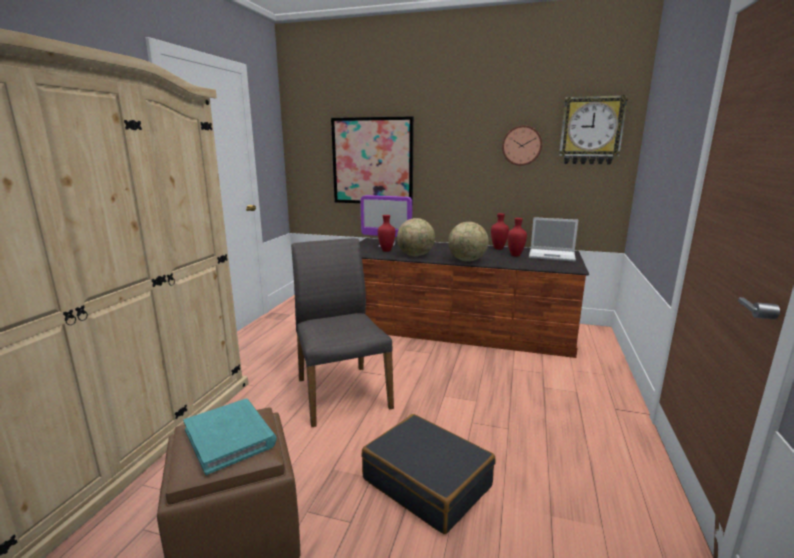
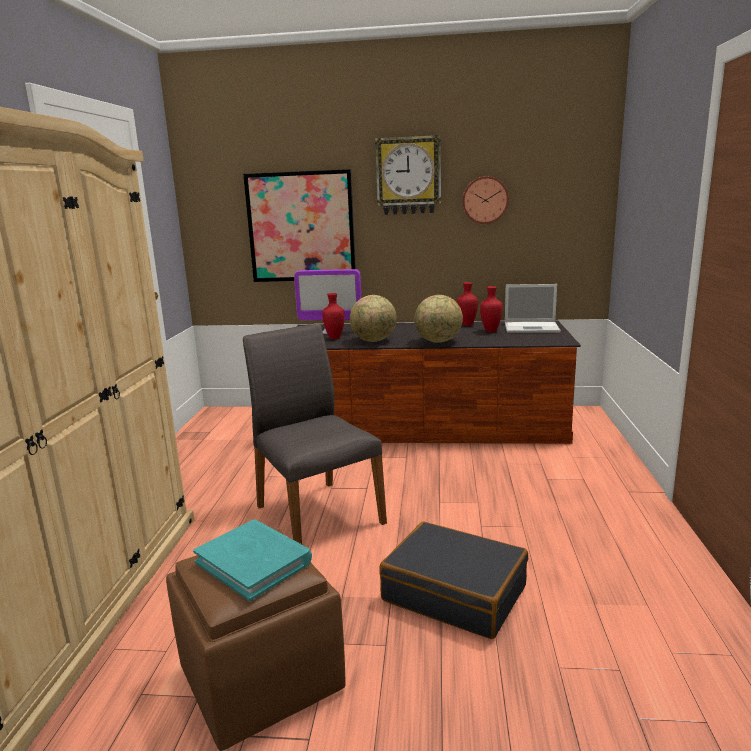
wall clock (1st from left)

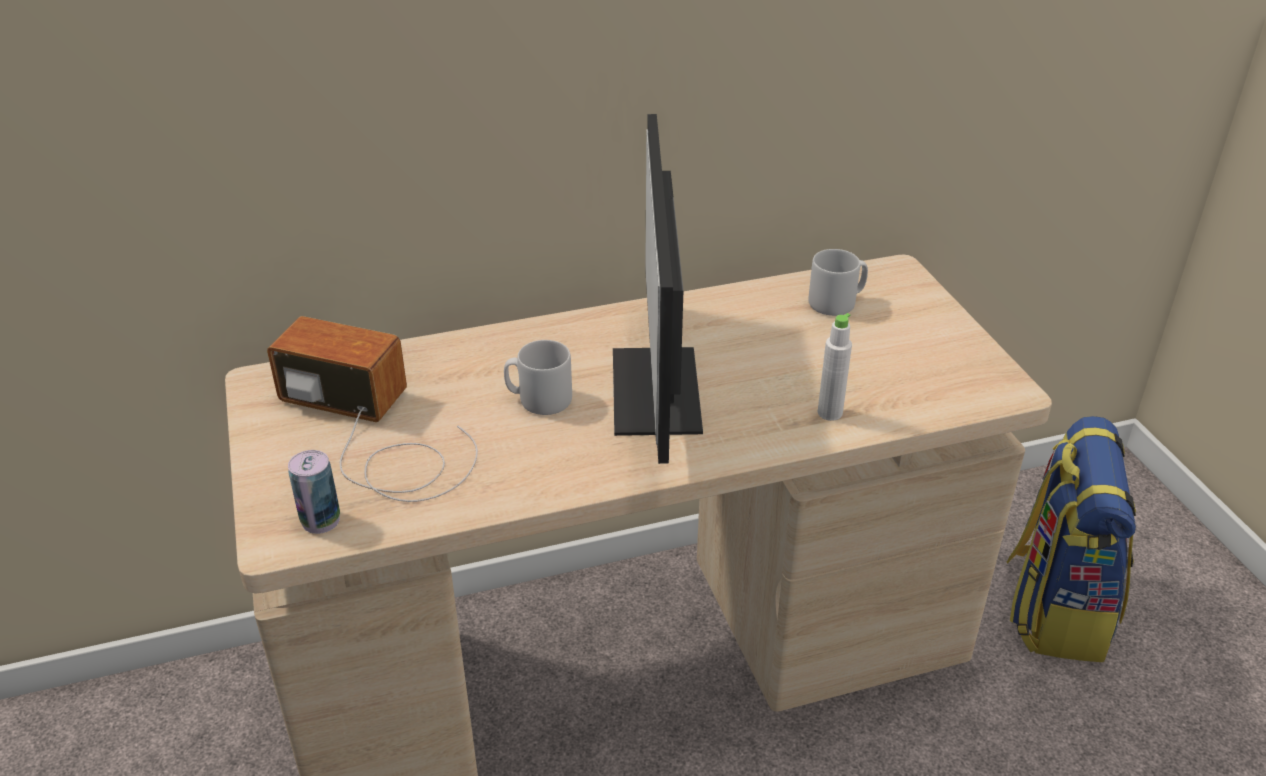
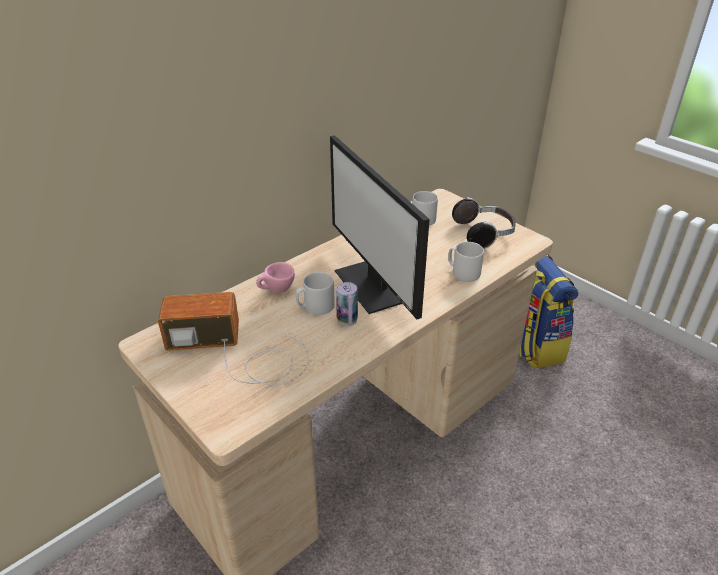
pink-coloured drinking cup
metal can
grey tea mug (3rd from left)
pair of headphones

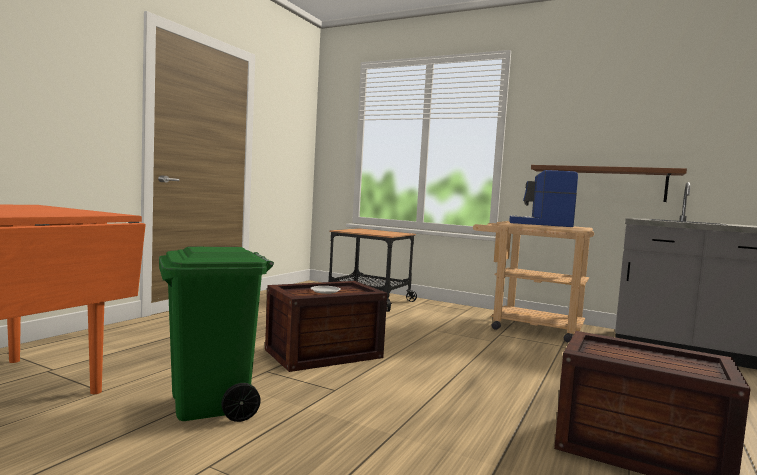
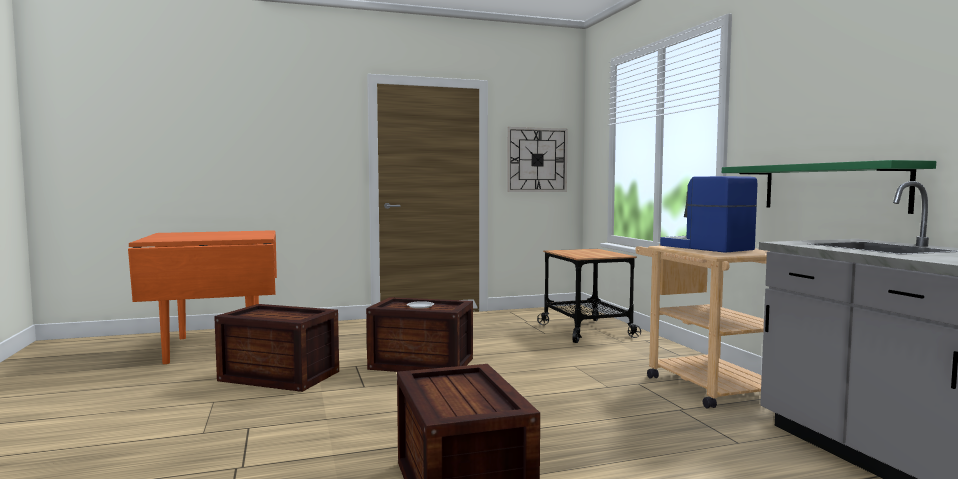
crate (1st from left)
wall clock
green-coloured bracket shelf

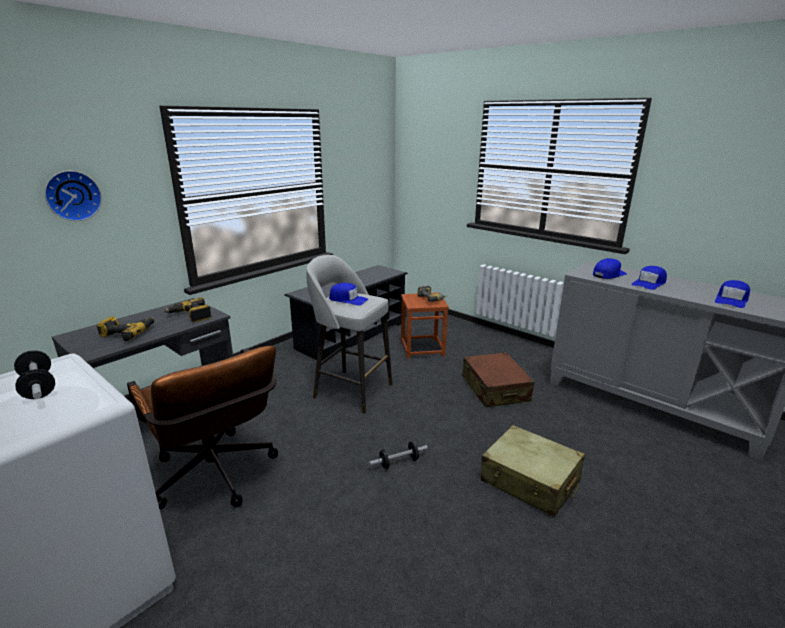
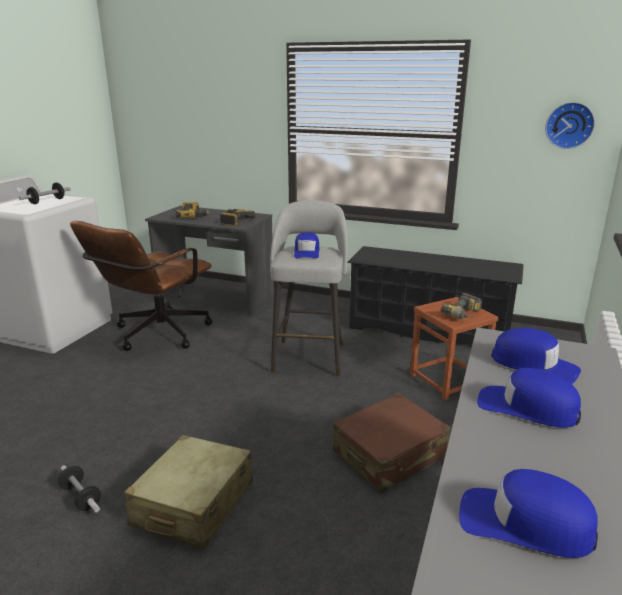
hand weight (2nd from left)
wall clock

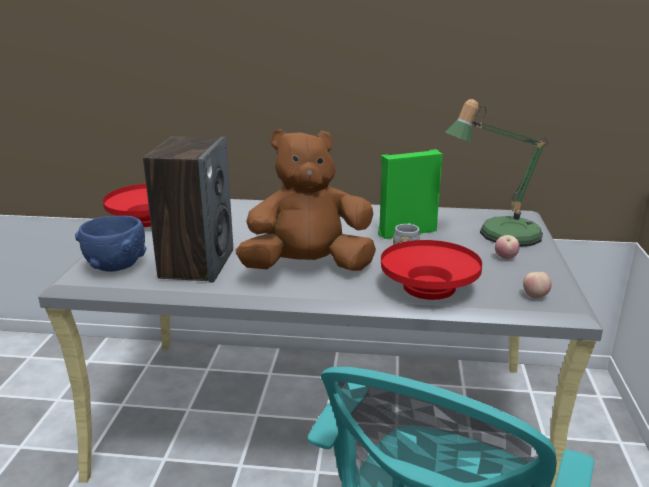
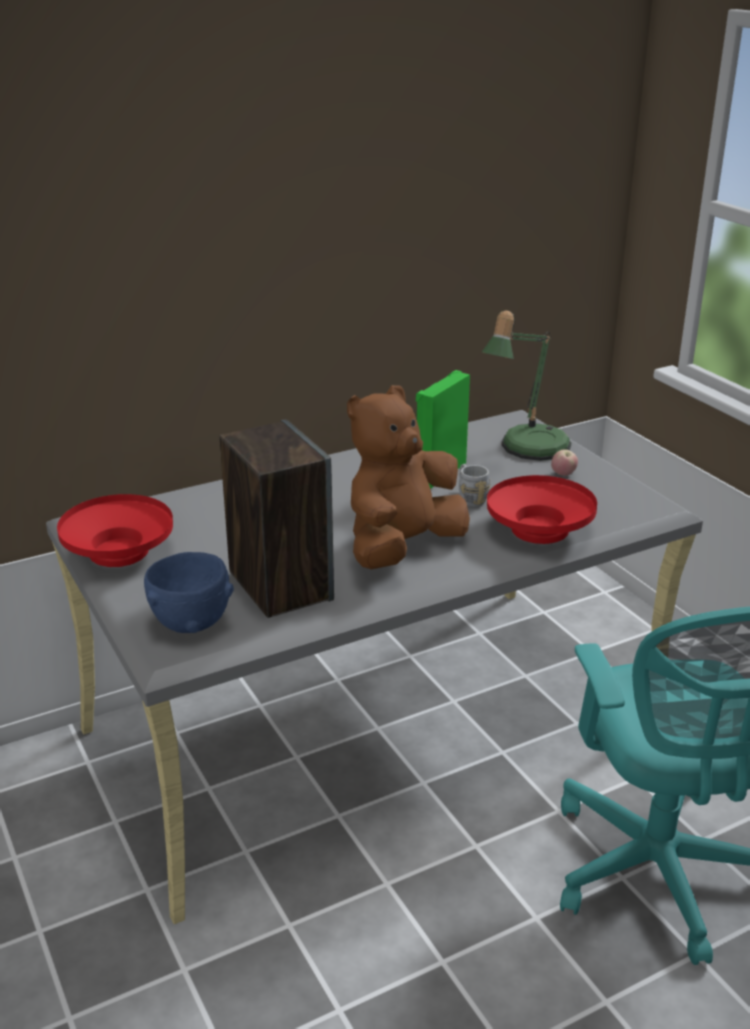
apple fruit (2nd from left in the first image)

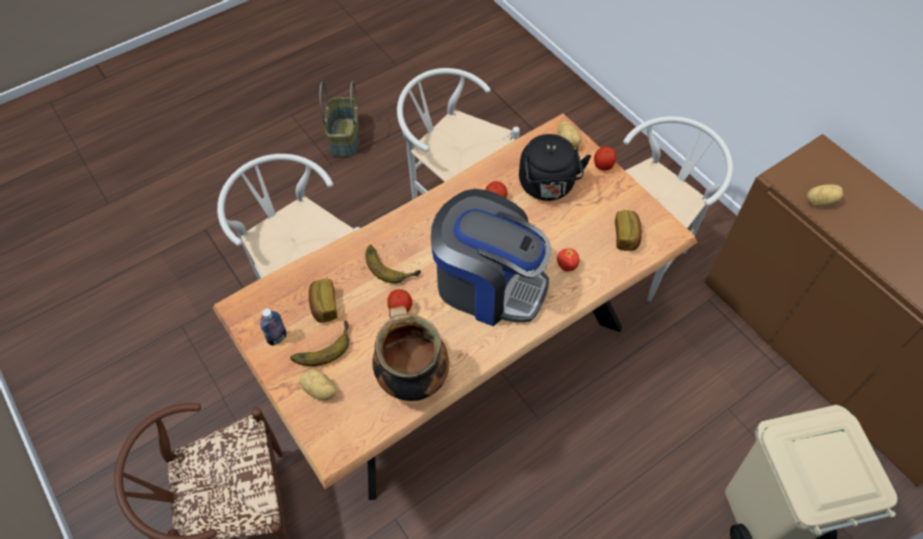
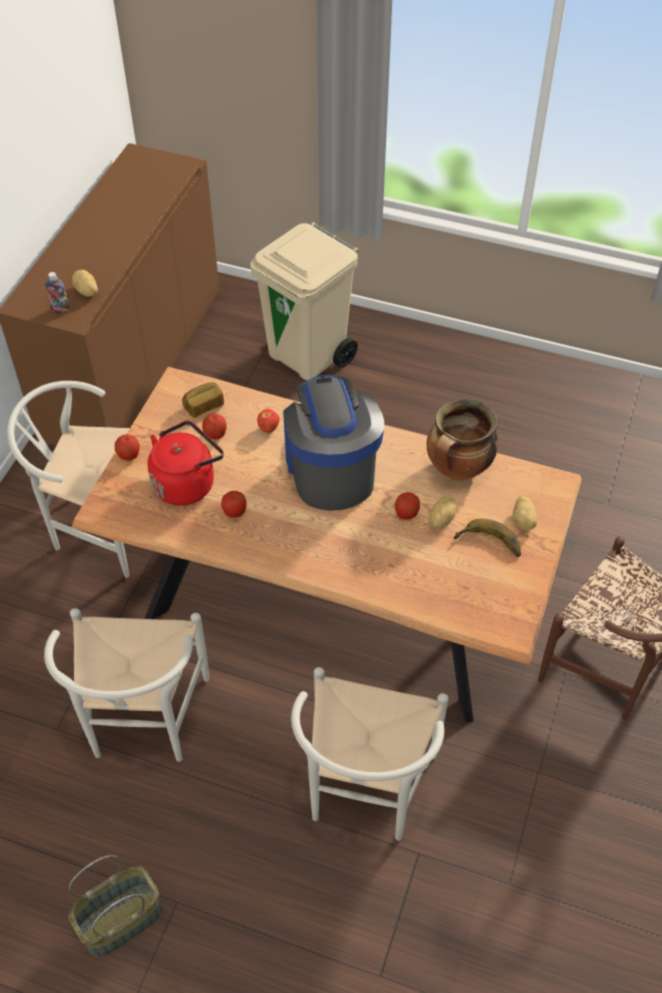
beverage bottle
reddish water kettle
apple fruit (2nd from left)
spud (2nd from left)
bakery bread (1st from left in the first image)
banana fruit (2nd from left in the first image)

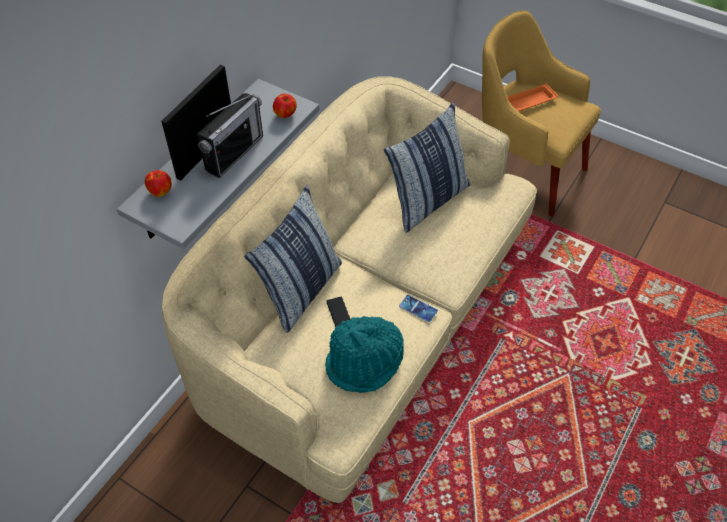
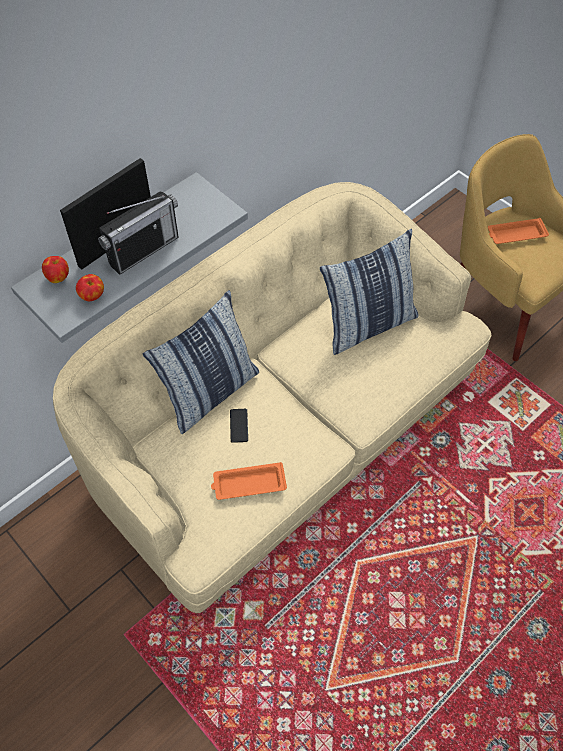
apple fruit (2nd from left)
orangey carrying tray (1st from left)
phone (2nd from left in the first image)

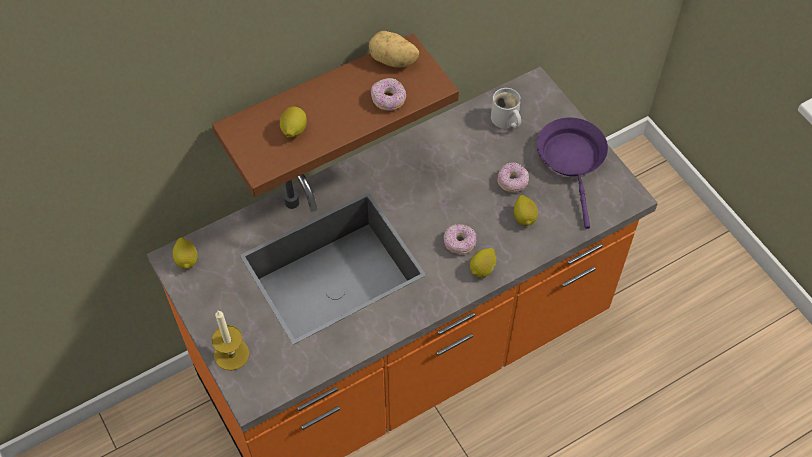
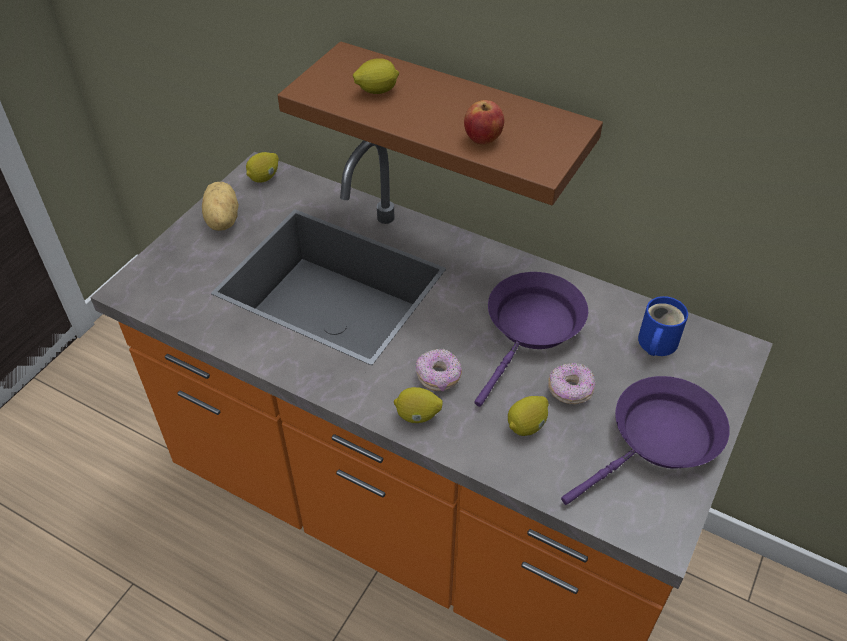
spud
apple fruit
purple pan (1st from left)
blue-coloured tea mug
wax candle

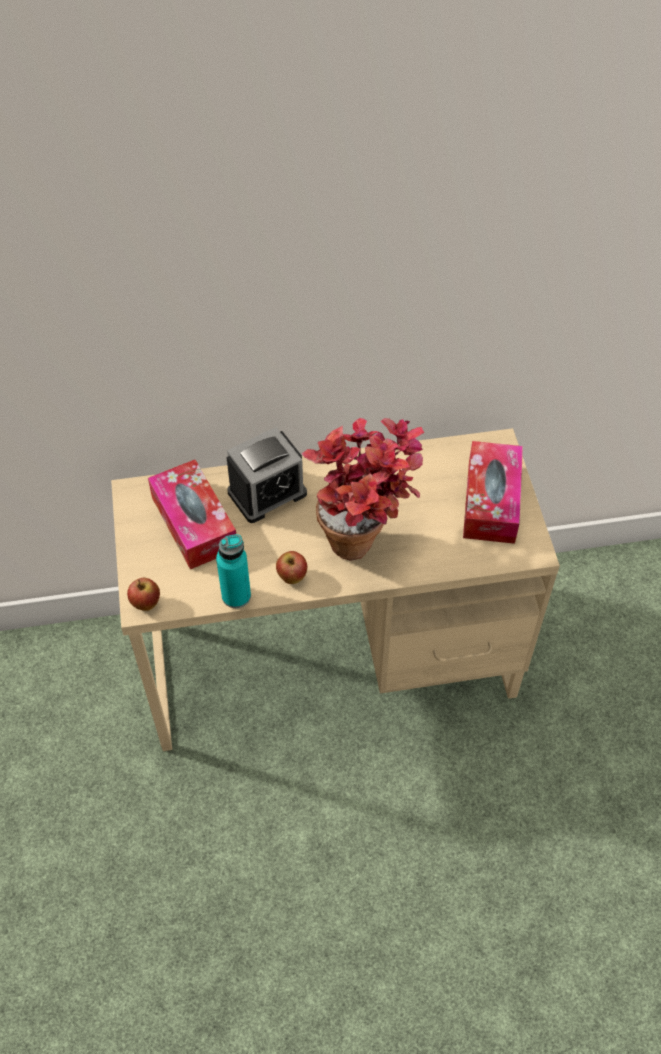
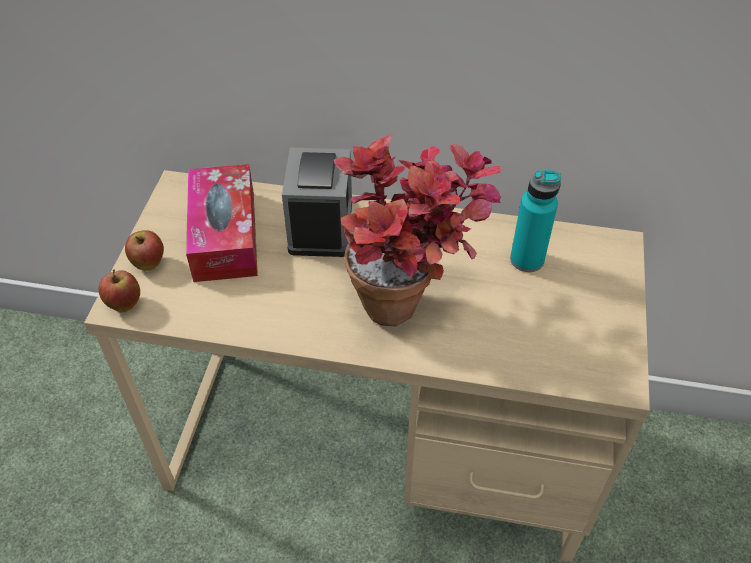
apple fruit (2nd from left)
bedside clock
turquoise-coloured beverage bottle
box of tissues (2nd from left in the first image)

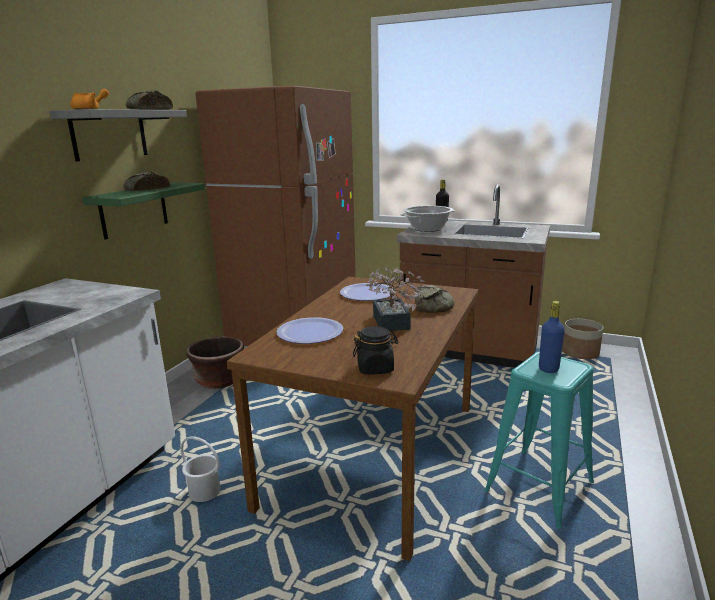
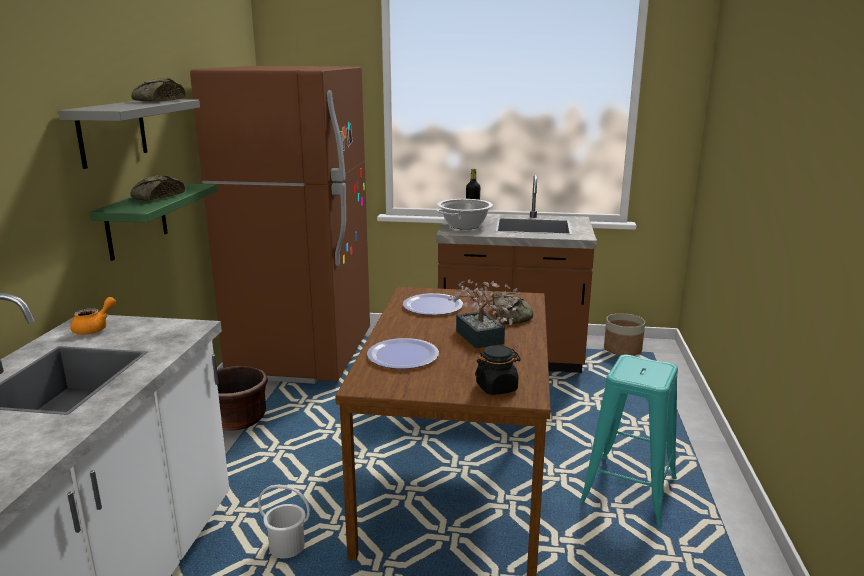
orangey tea pot
blue-coloured beverage bottle

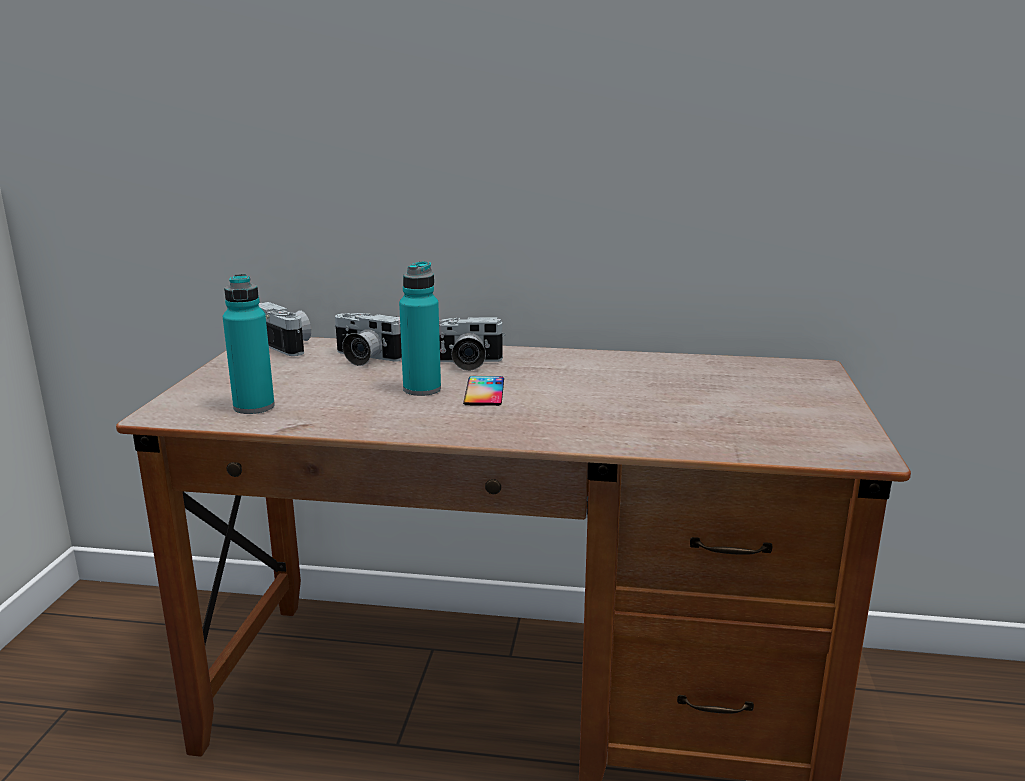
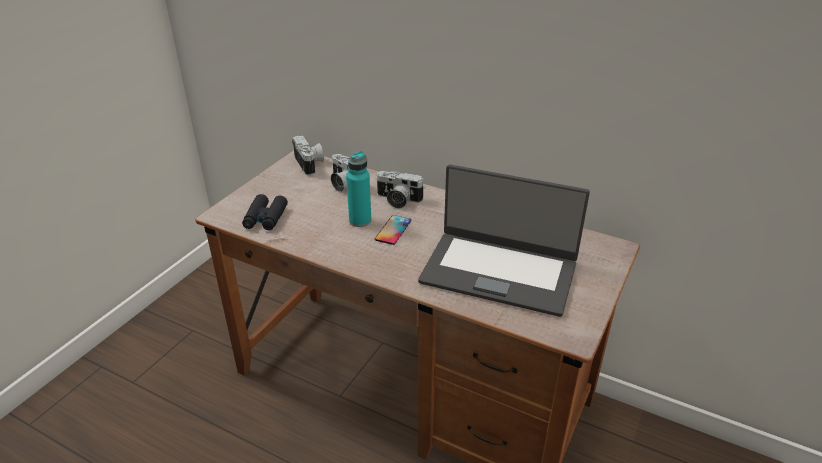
blackish field glasses
laptop

